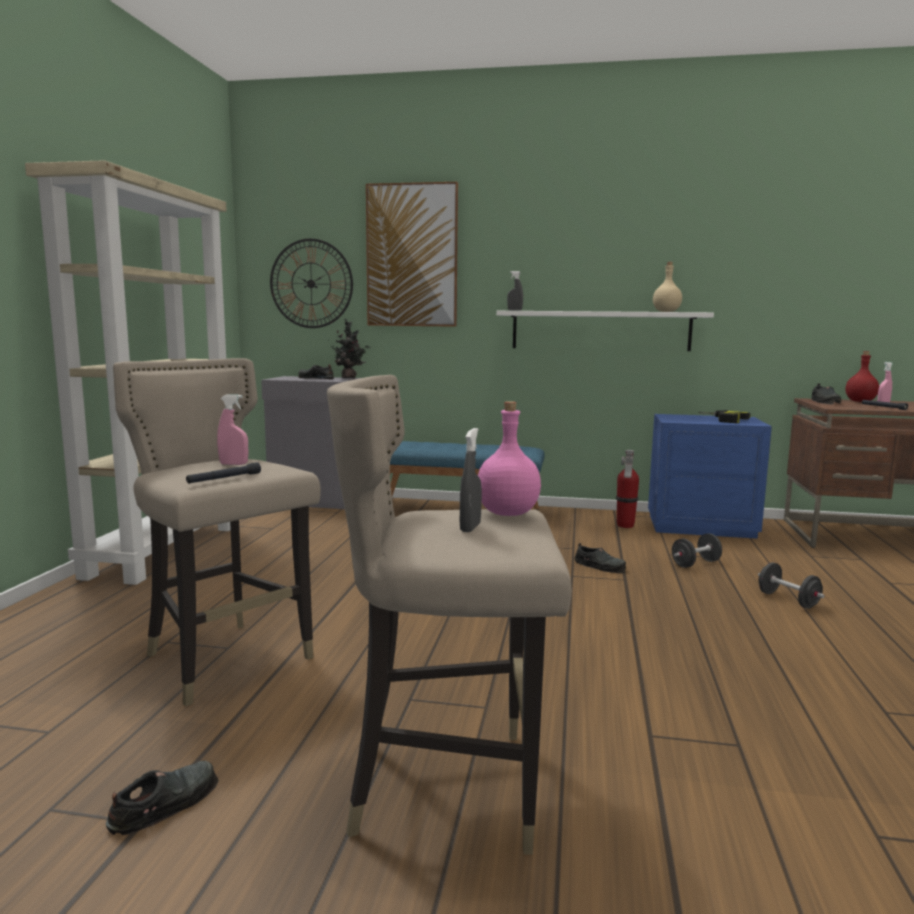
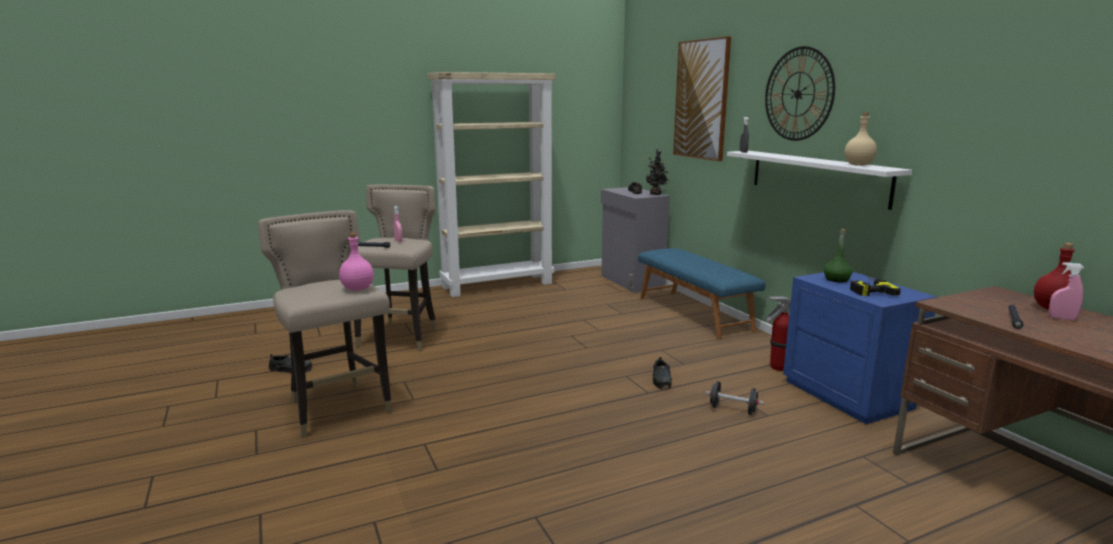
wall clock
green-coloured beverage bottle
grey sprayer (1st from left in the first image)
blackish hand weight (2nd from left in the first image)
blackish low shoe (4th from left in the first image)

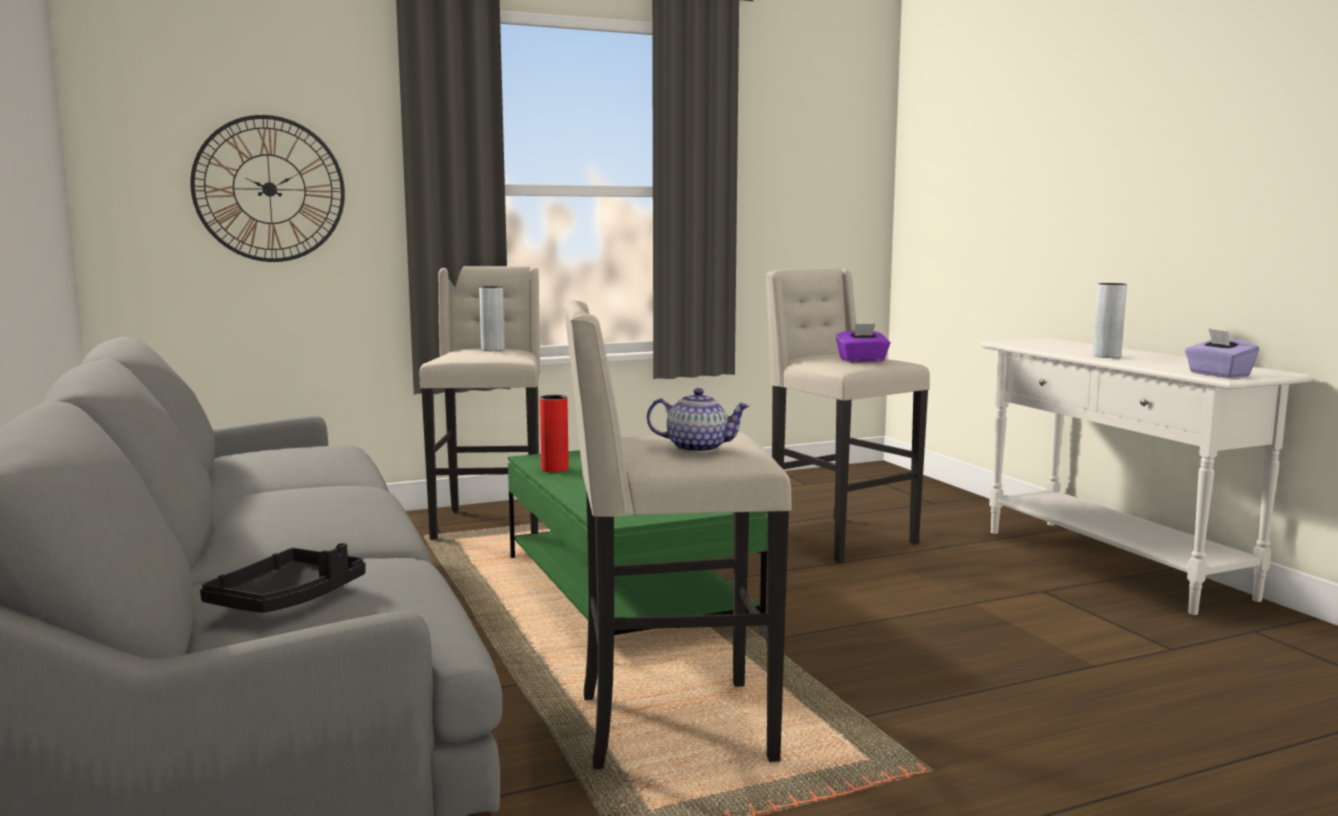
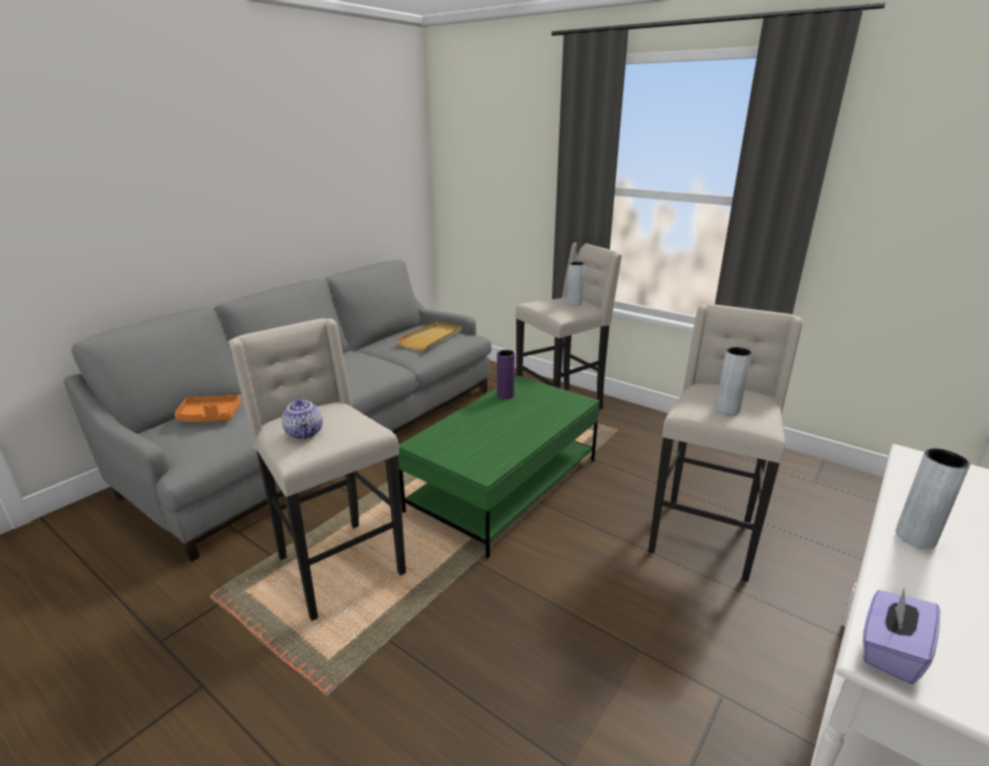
orangey carrying tray
beige-coloured carrying tray
purple decorative vase
grey decorative vase (2nd from left)
wall clock

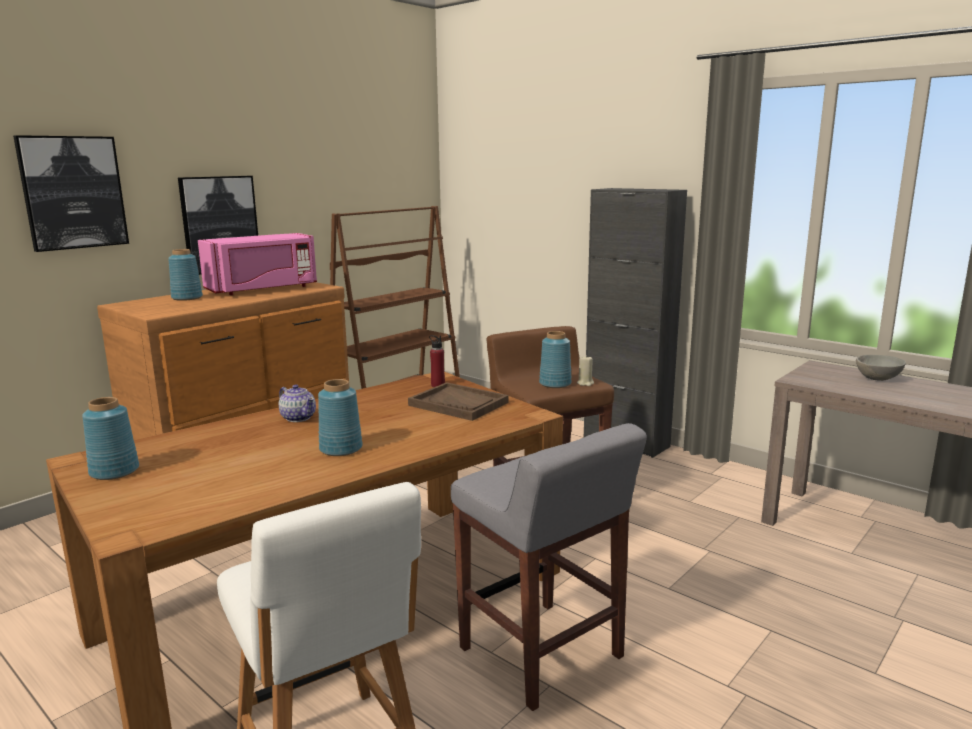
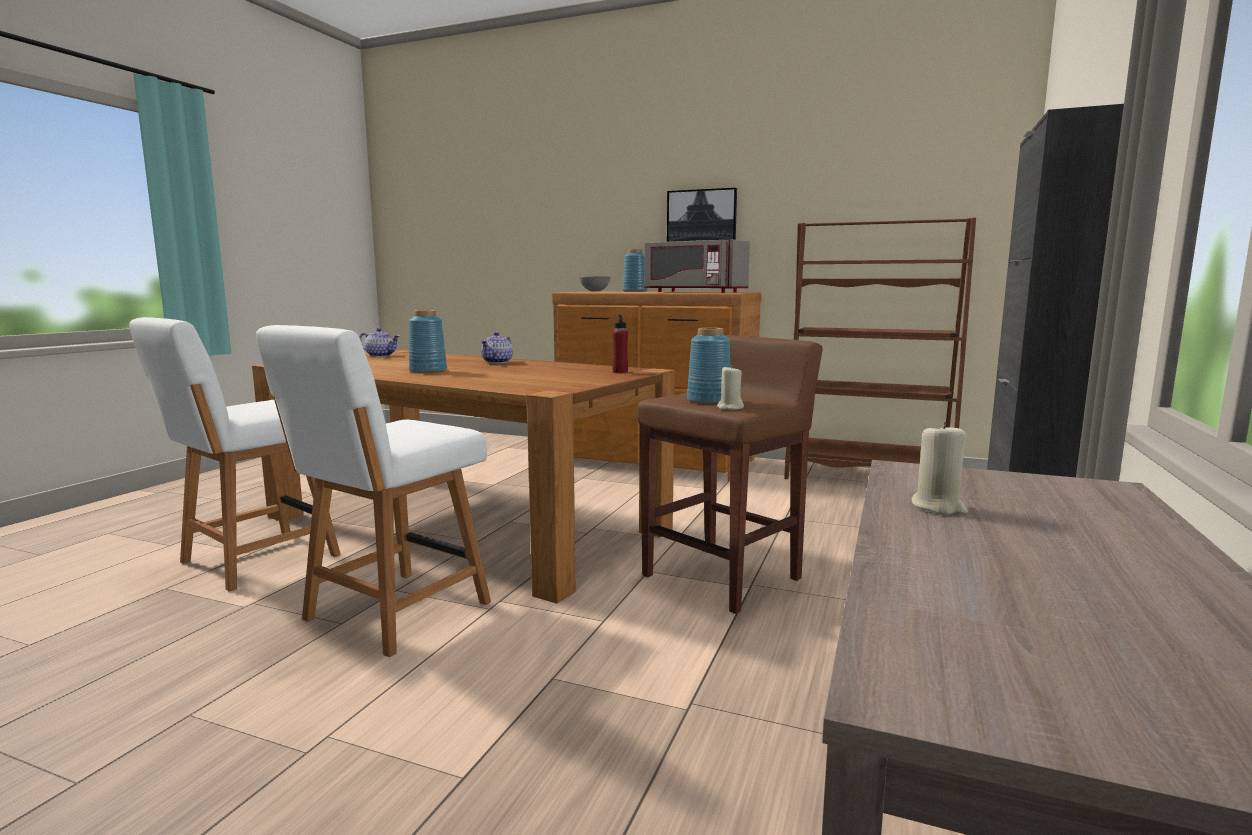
whitish upright chair (2nd from left)
tea pot (1st from left)
grey deep dish
grey microwave oven
beige-coloured wax candle (2nd from left)
picture (1st from left in the first image)
brown-coloured carrying tray

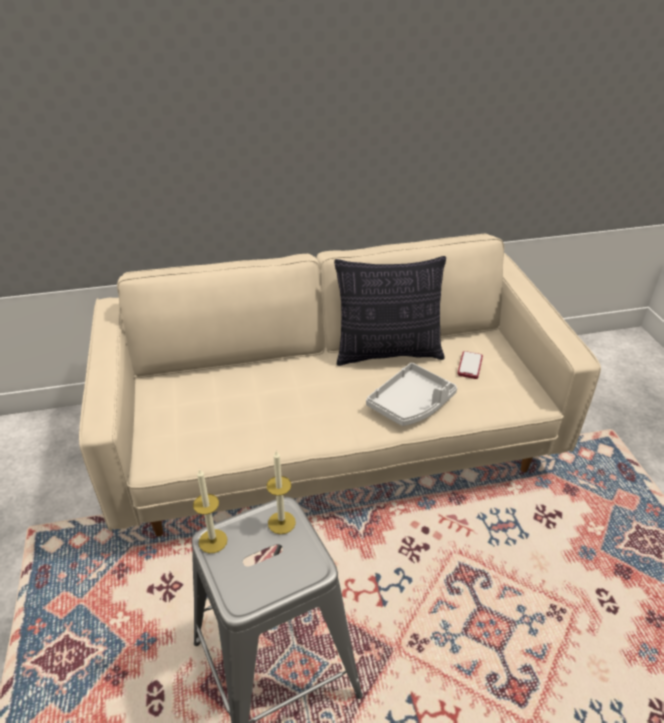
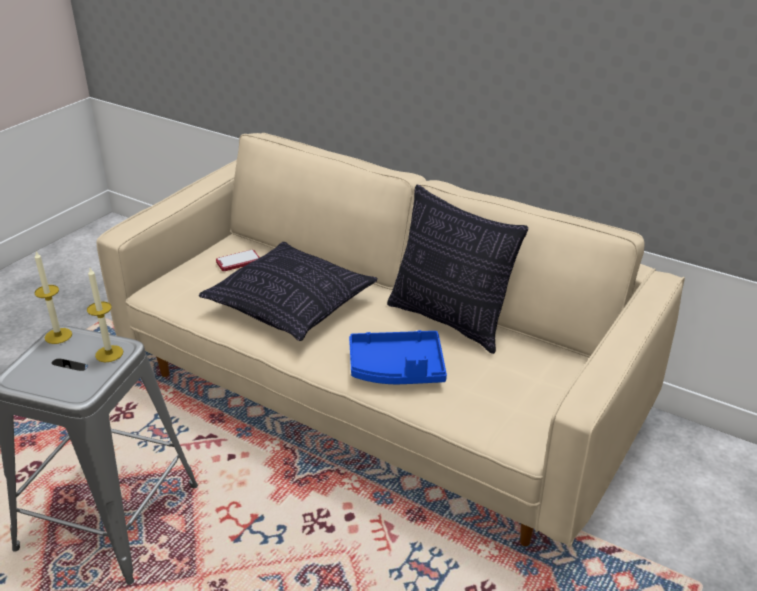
pillow (1st from left)
phone
blue-coloured carrying tray

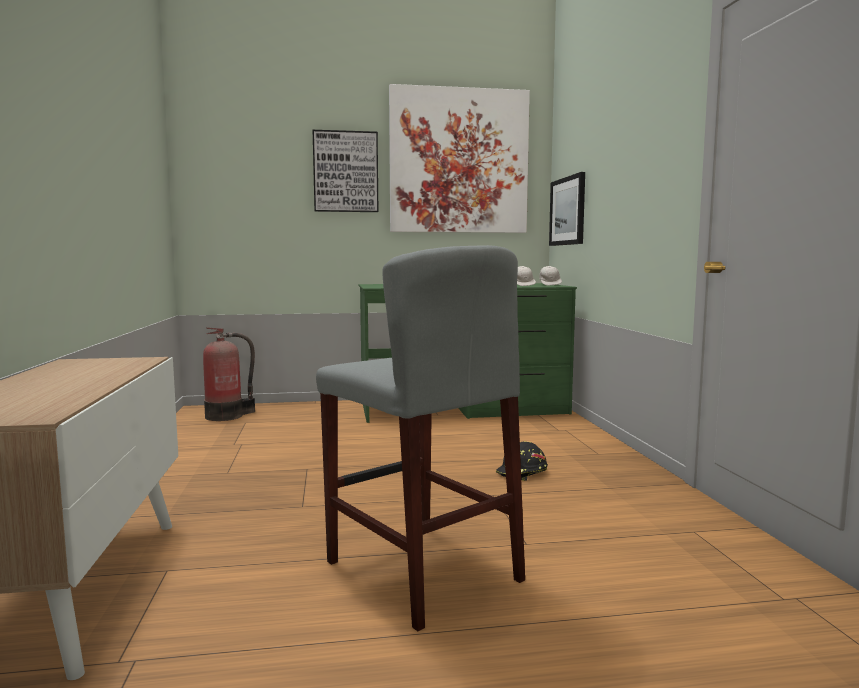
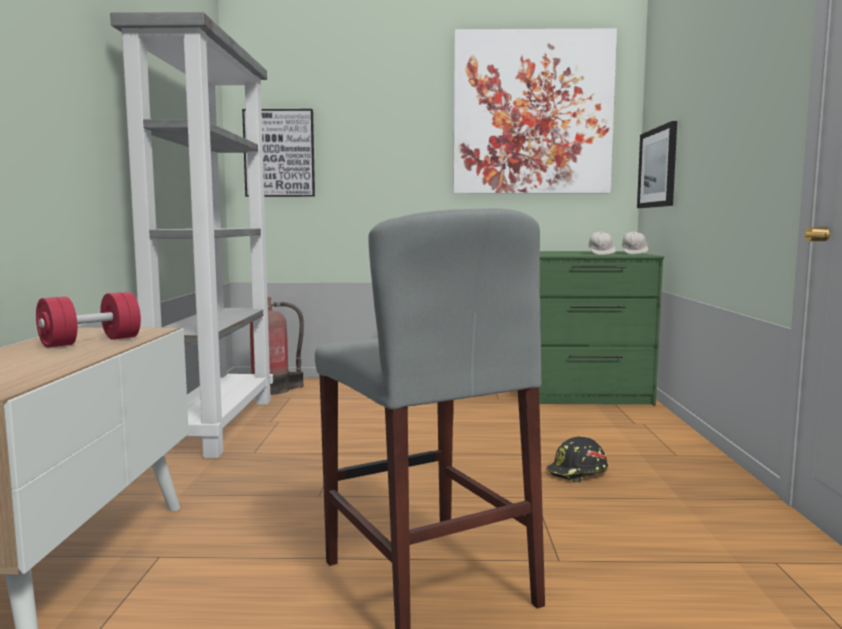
reddish hand weight
grey bookshelf
picture (1st from left)

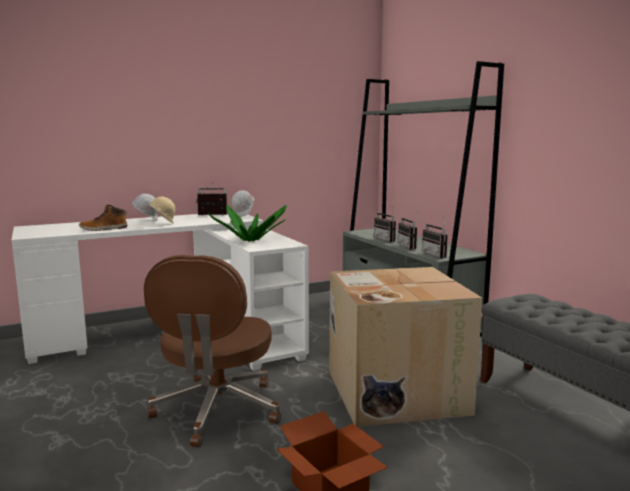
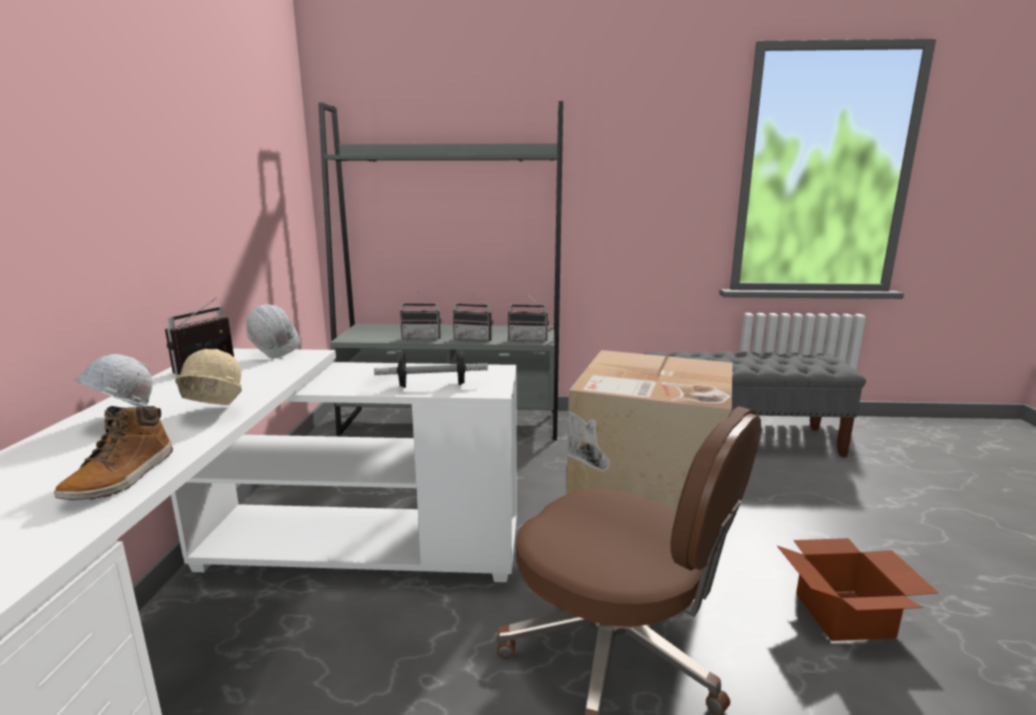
hand weight

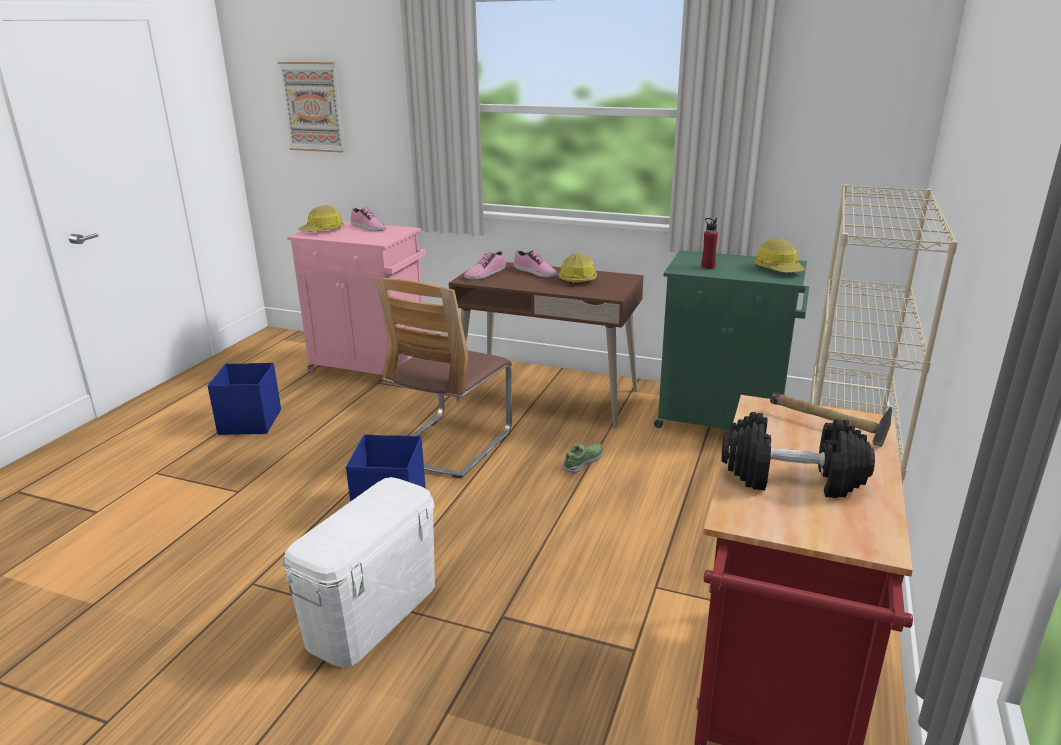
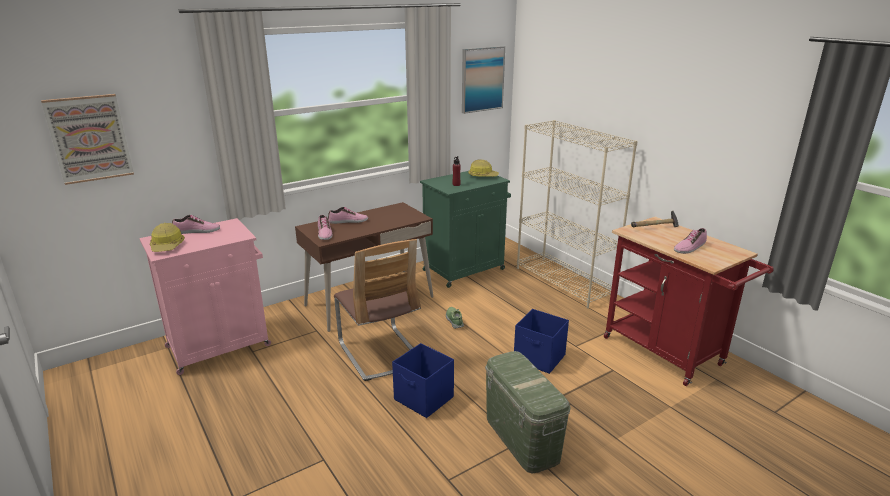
picture (2nd from left)
green-coloured storage bin
blue-coloured storage bin (2nd from left)
low shoe (5th from left)
work helmet (2nd from left in the first image)

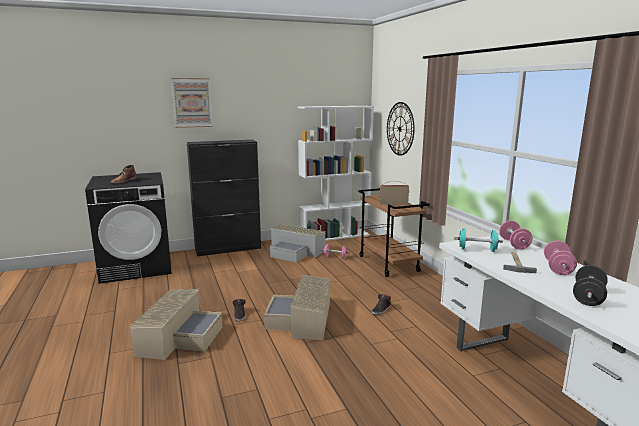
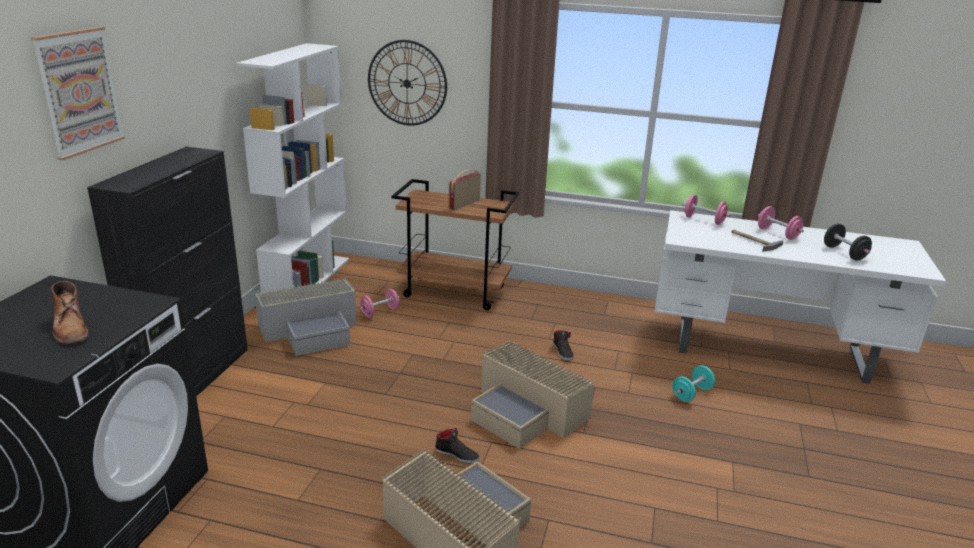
turquoise-coloured hand weight

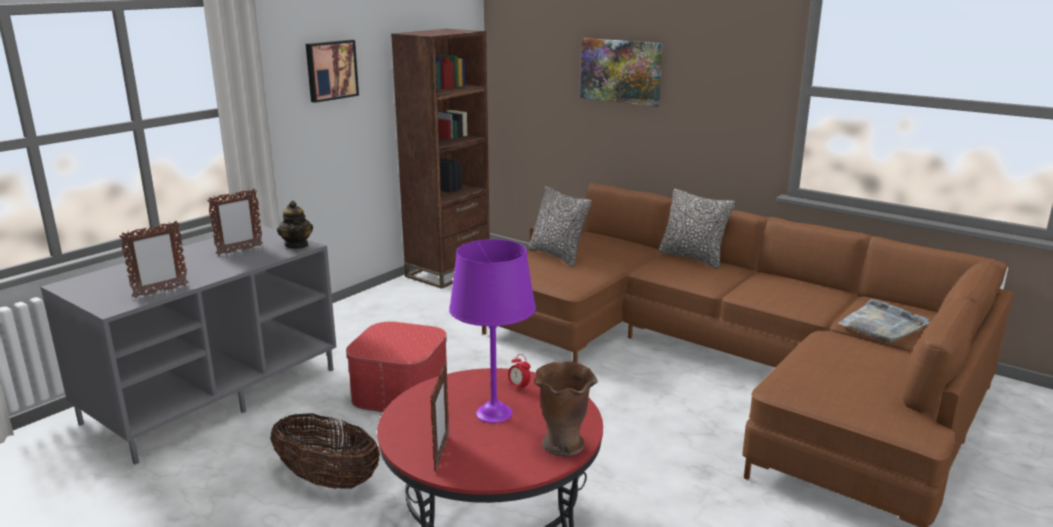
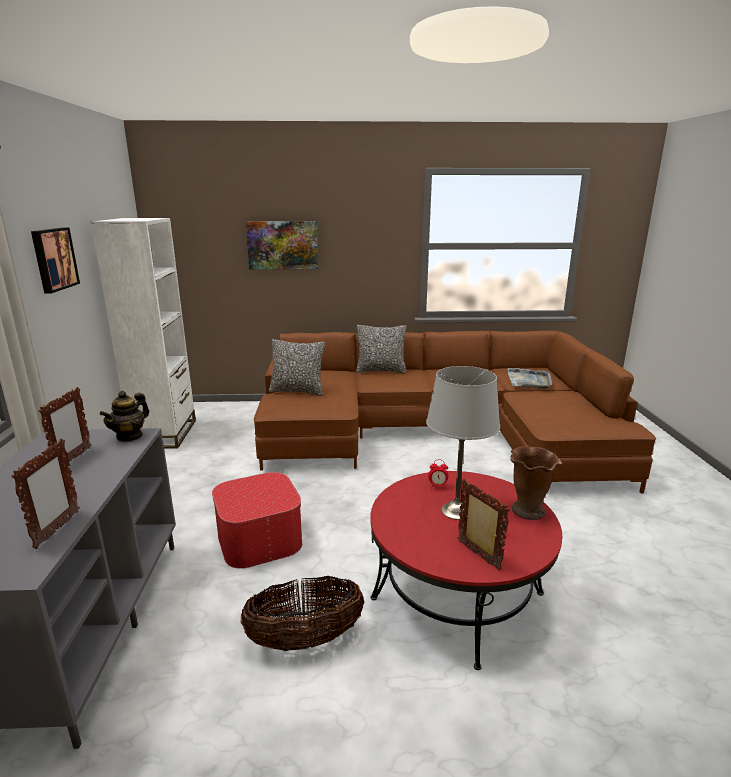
whitish bookshelf
tea pot
grey table lamp

